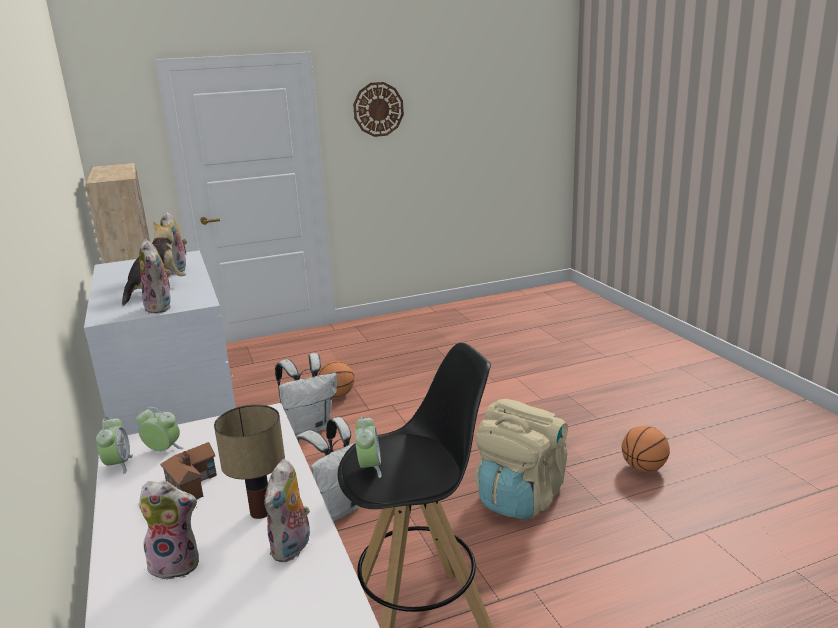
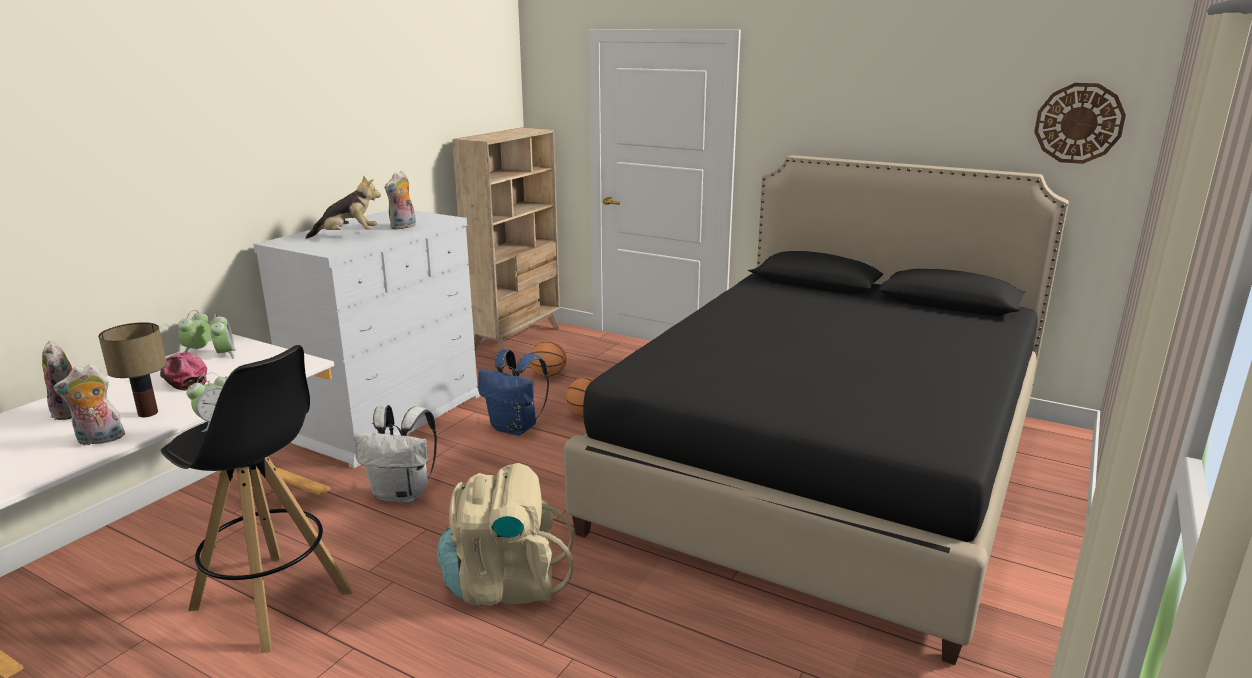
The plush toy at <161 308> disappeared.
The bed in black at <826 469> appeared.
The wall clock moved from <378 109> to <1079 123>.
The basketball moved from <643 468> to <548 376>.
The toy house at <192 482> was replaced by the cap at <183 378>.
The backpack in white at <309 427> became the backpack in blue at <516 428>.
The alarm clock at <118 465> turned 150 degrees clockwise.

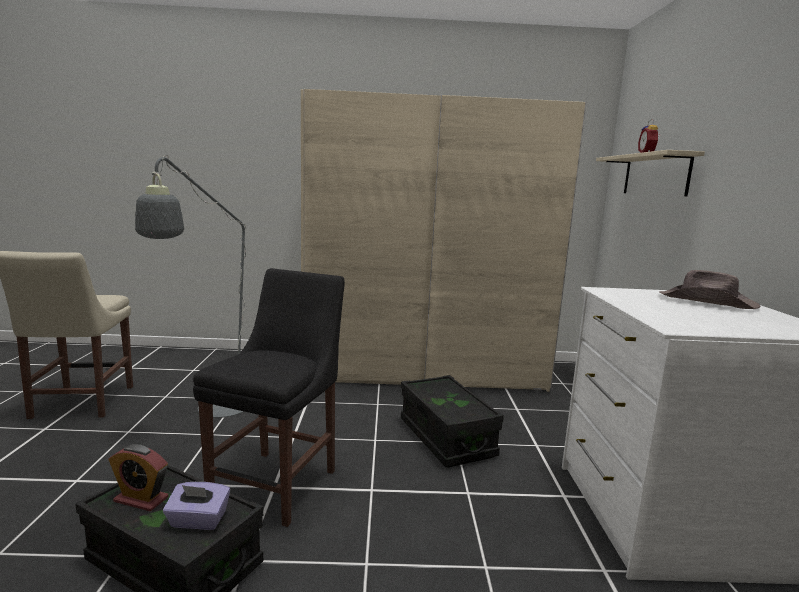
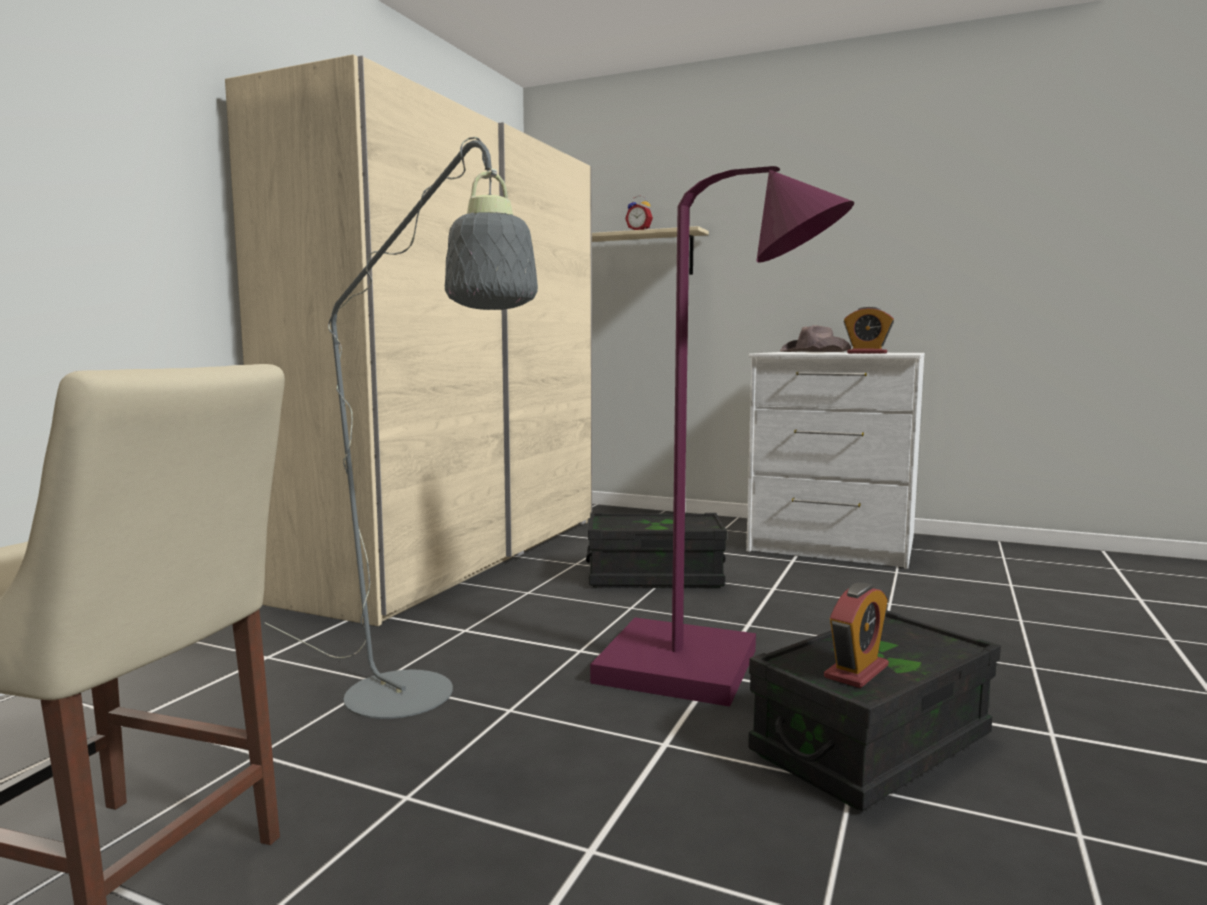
The tissue box in purple at <198 521> disappeared.
The alarm clock at <867 353> appeared.
The chair in black at <278 482> was replaced by the floor lamp in purple at <704 670>.

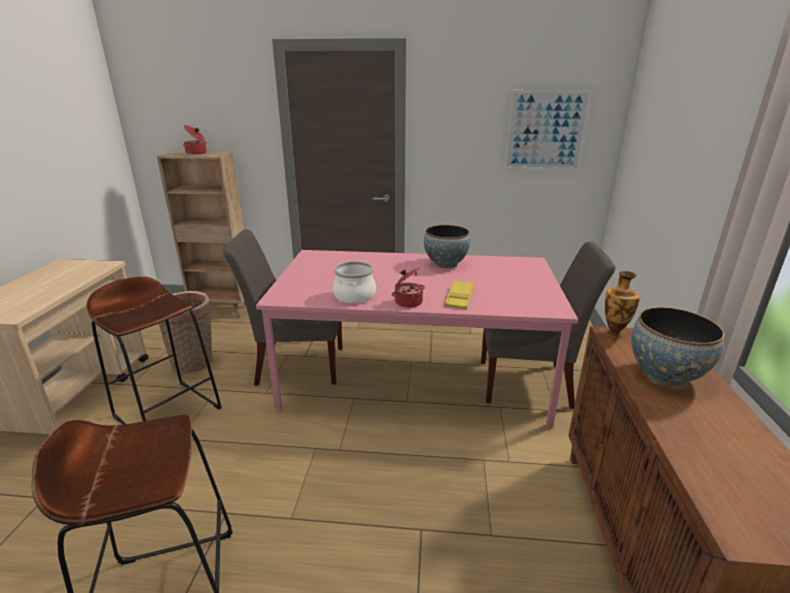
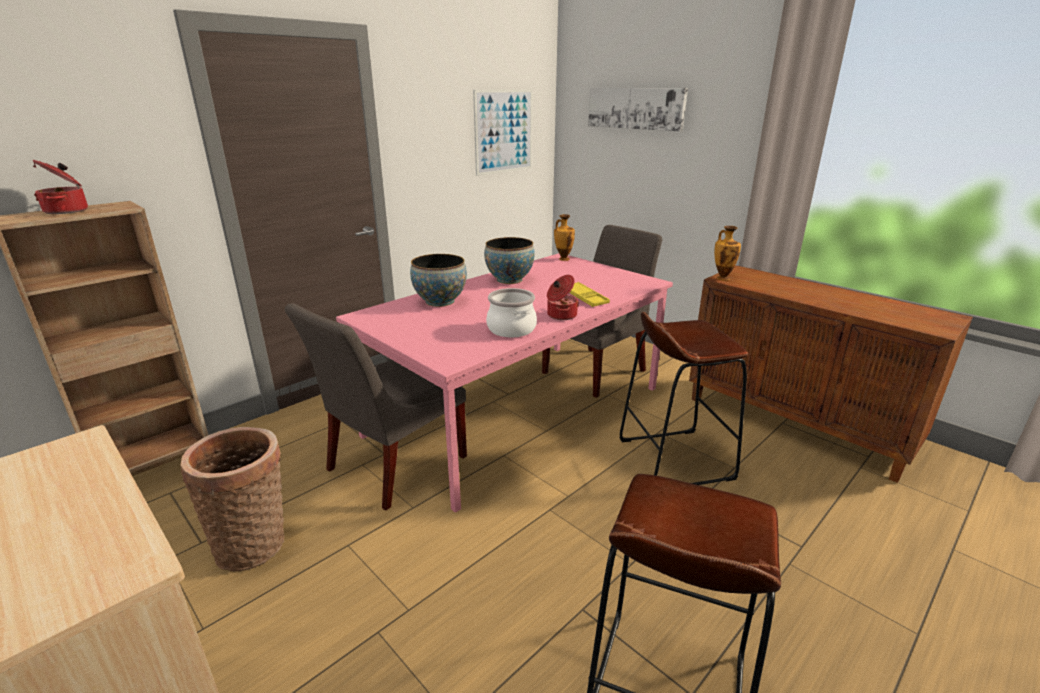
The vase at <563 259> appeared.
The picture at <635 108> appeared.
The stool in brown moved from <168 412> to <674 459>.
The bowl moved from <664 375> to <440 301>.

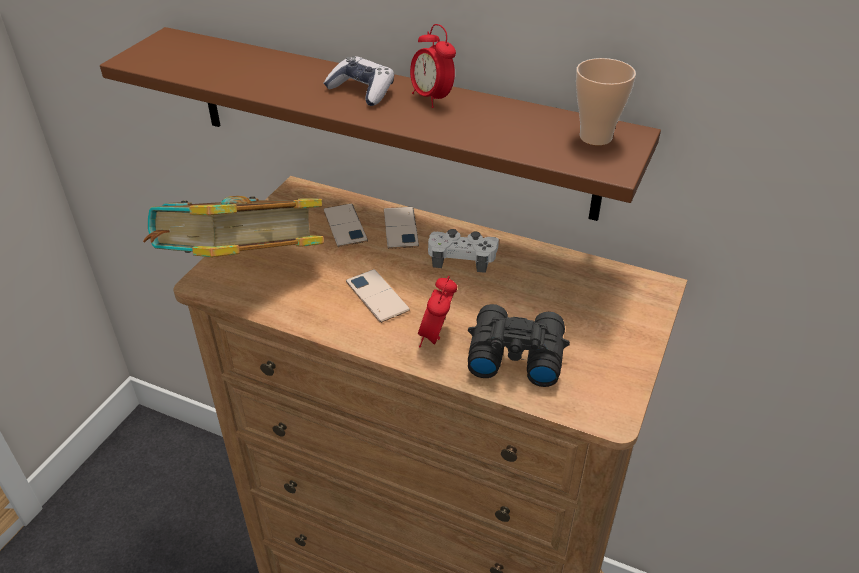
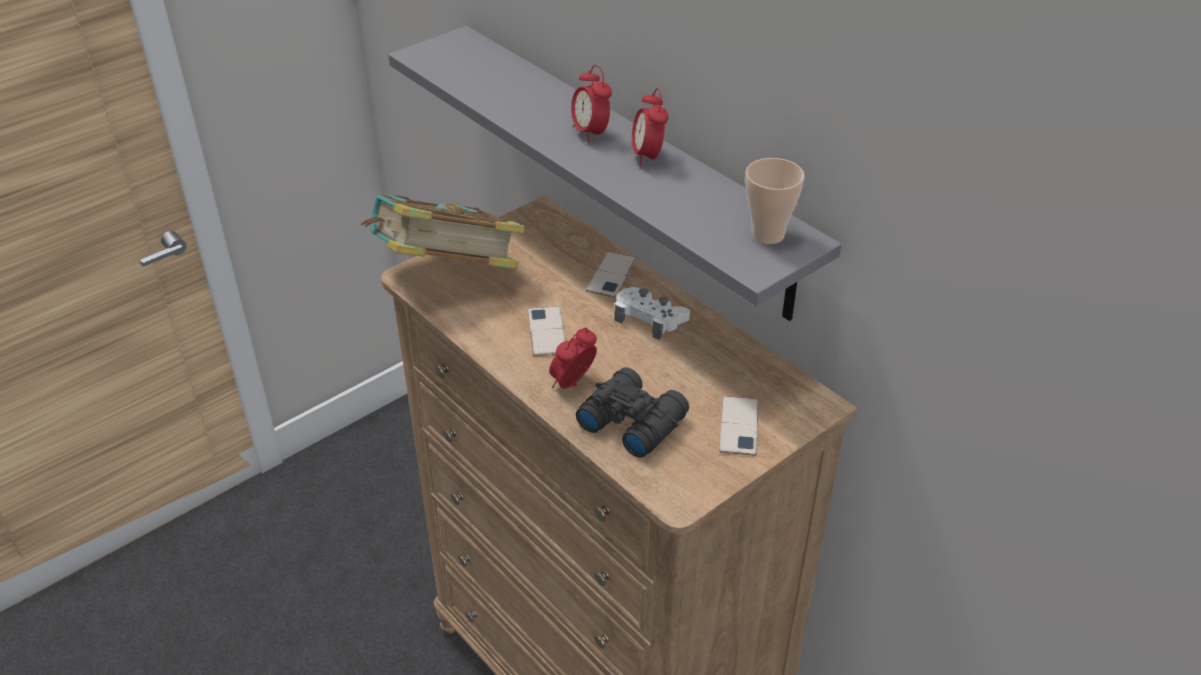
The phone moved from <345 225> to <739 426>.
The game controller at <361 91> was replaced by the alarm clock at <590 133>.
The shelf in brown at <388 122> became the shelf in grey at <628 167>.

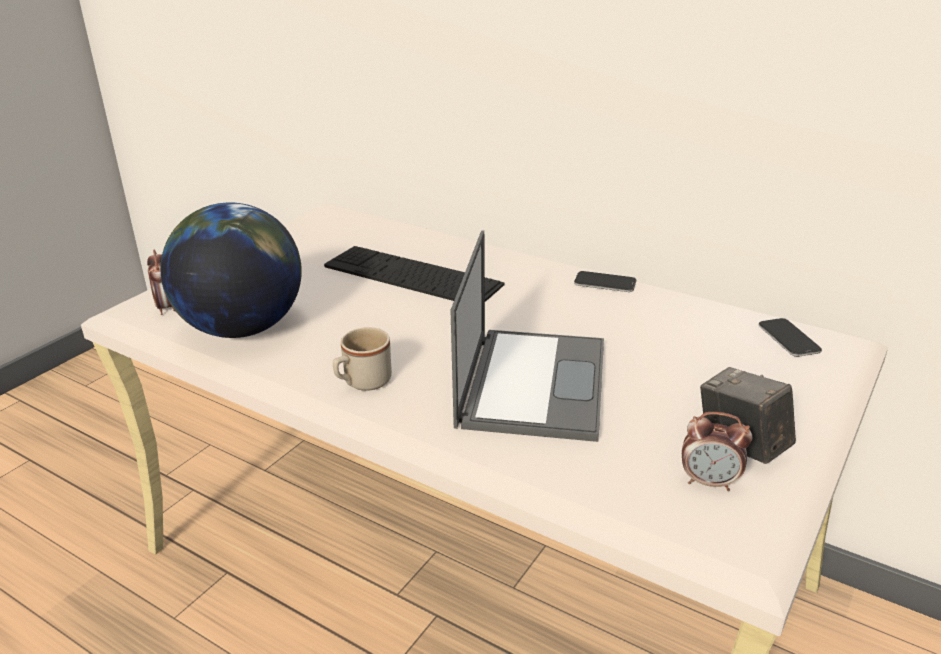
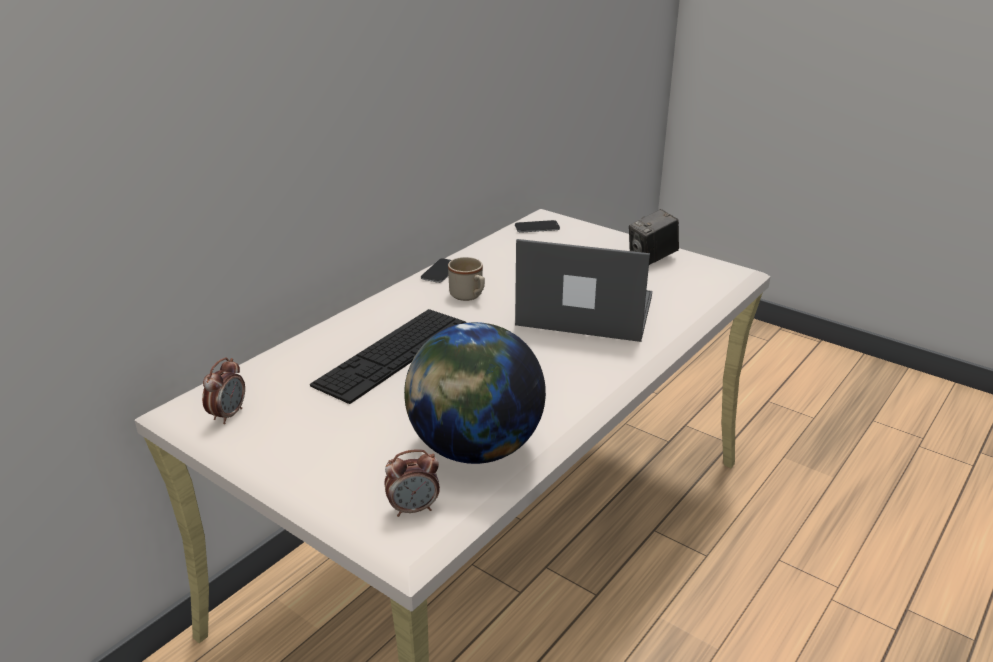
The mug in beige moved from <362 383> to <469 296>.
The alarm clock moved from <709 482> to <228 415>.

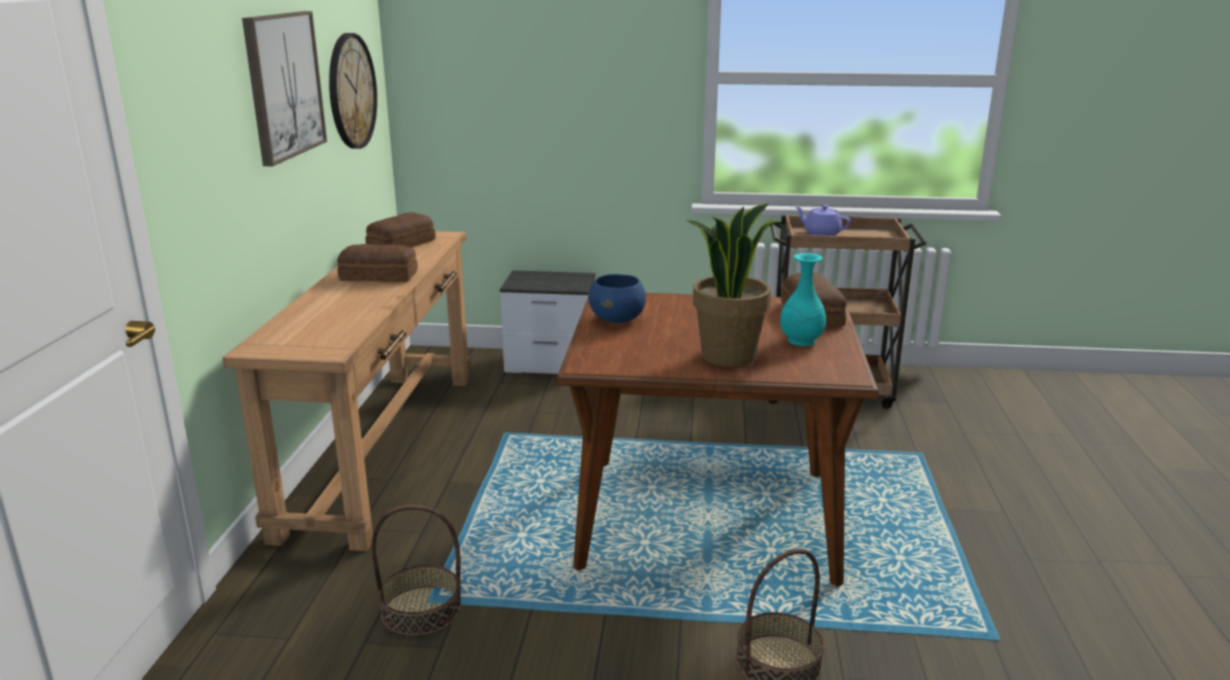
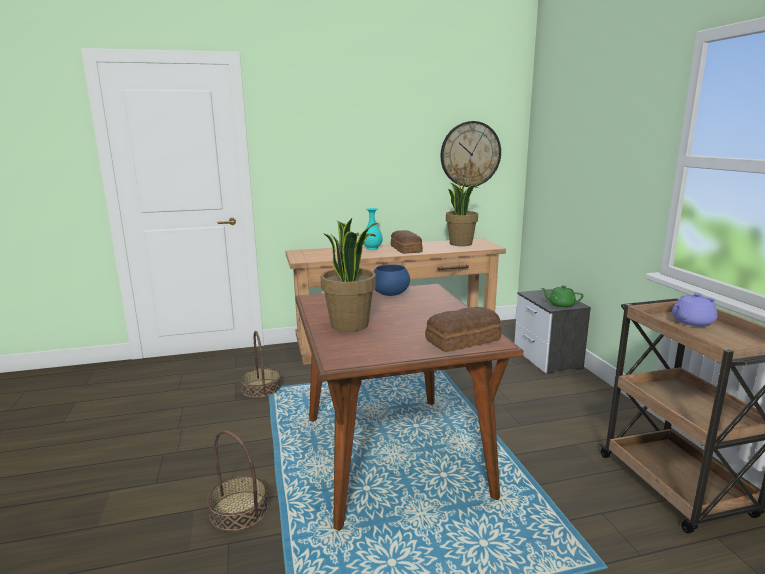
The picture at <283 85> disappeared.
The teapot in green at <560 304> appeared.
The vase in turquoise moved from <800 341> to <372 248>.
The bread at <399 244> was replaced by the potted plant at <461 243>.
The teapot in purple at <821 233> turned 135 degrees counterclockwise.

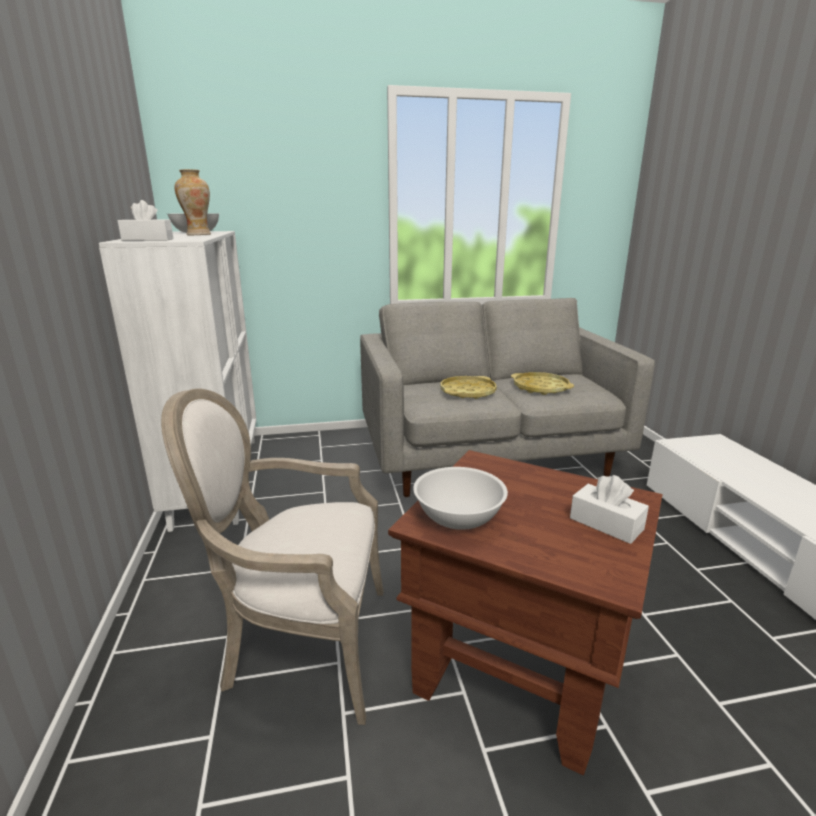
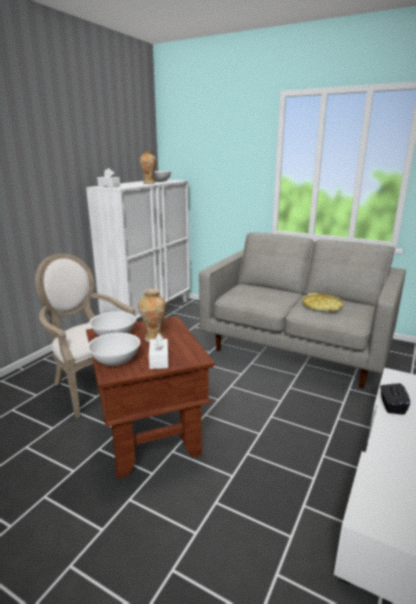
The tray in yellow at <467 392> disappeared.
The bowl in white at <115 360> appeared.
The vase at <154 338> appeared.
The tissue box in black at <392 406> appeared.

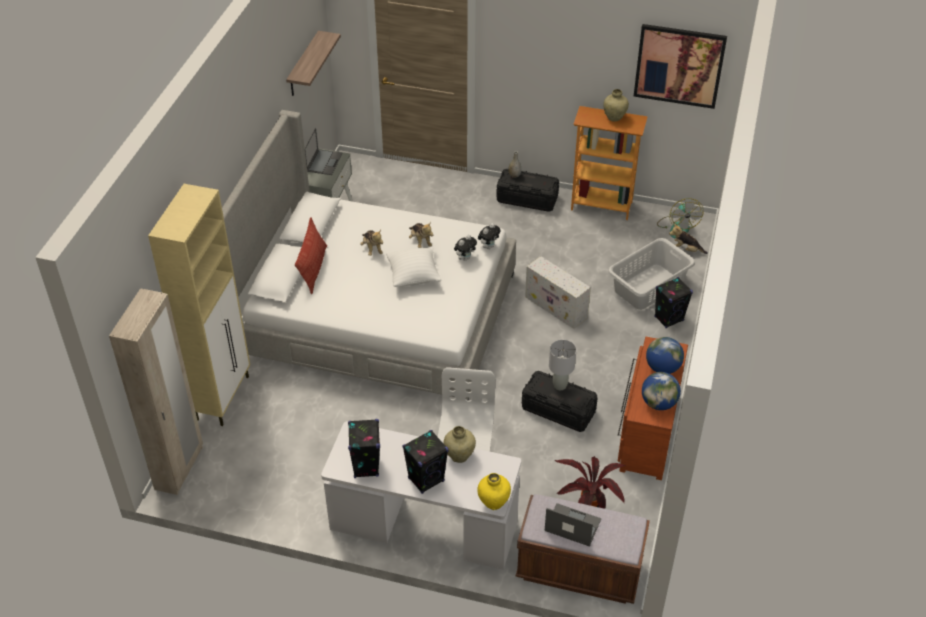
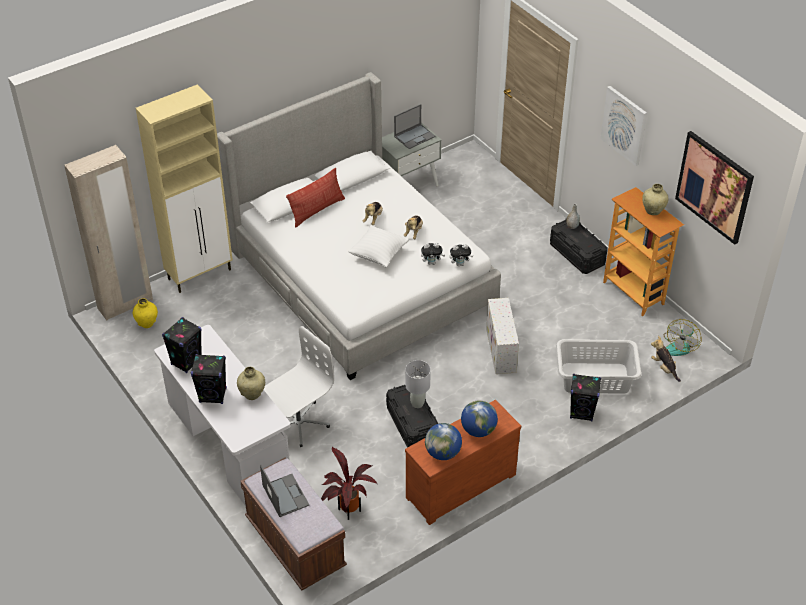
The shelf at <303 65> disappeared.
The picture at <624 125> appeared.
The vase in yellow moved from <493 502> to <147 323>.

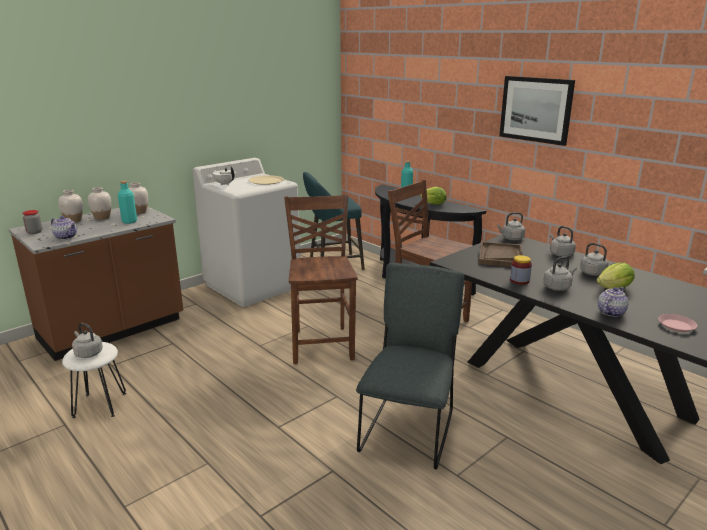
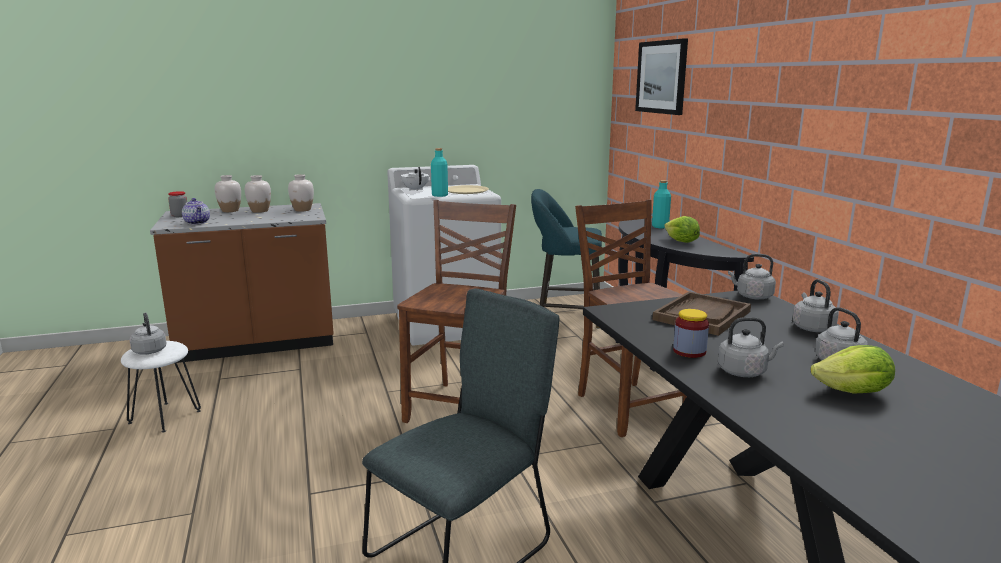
The teapot at <610 312> disappeared.
The plate in pink at <676 325> disappeared.
The bottle in turquoise moved from <129 221> to <439 195>.
The picture moved from <536 109> to <661 77>.

